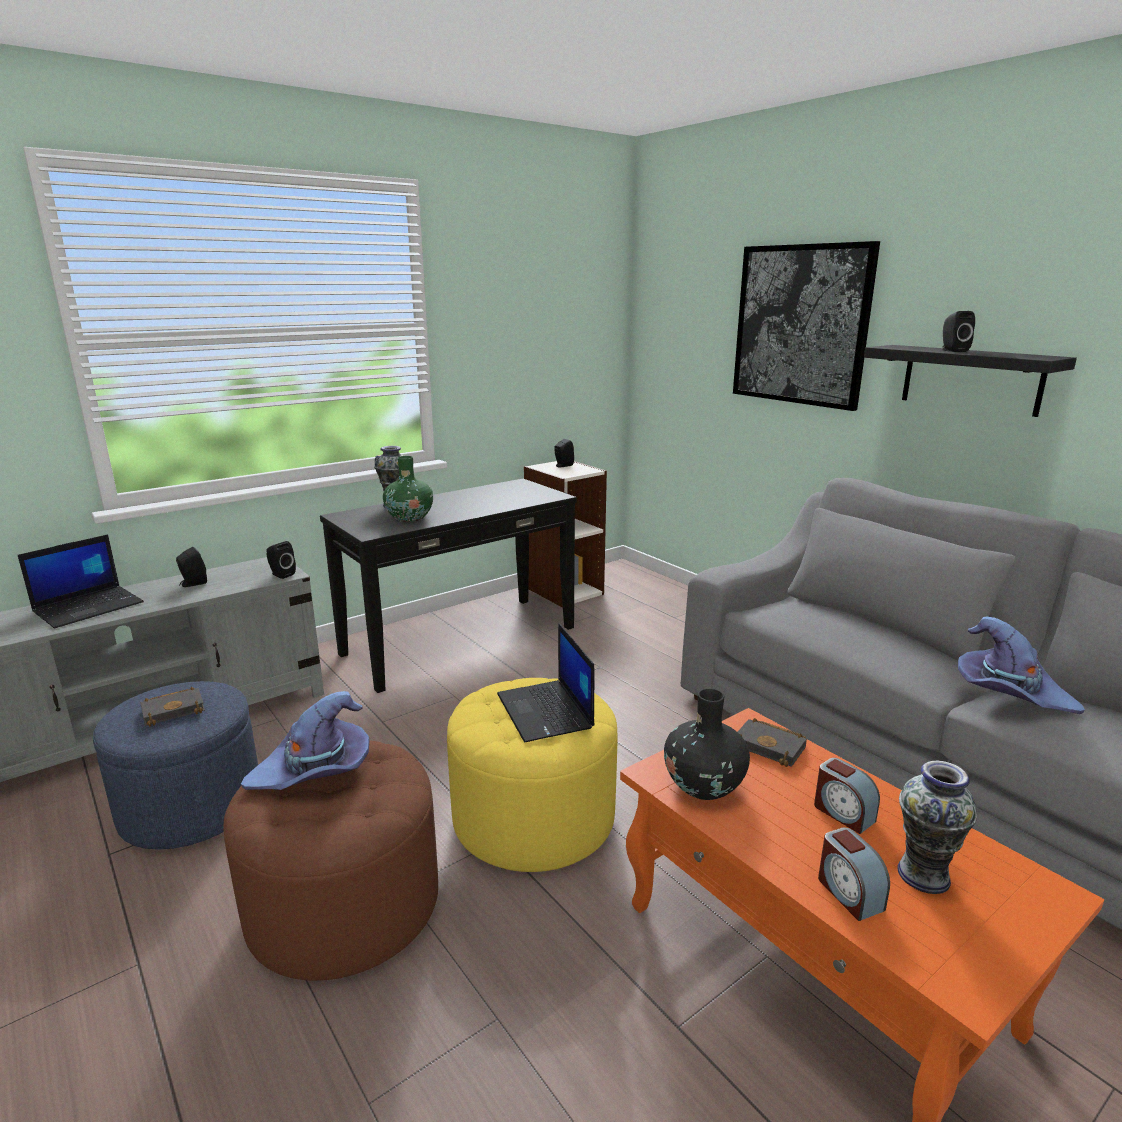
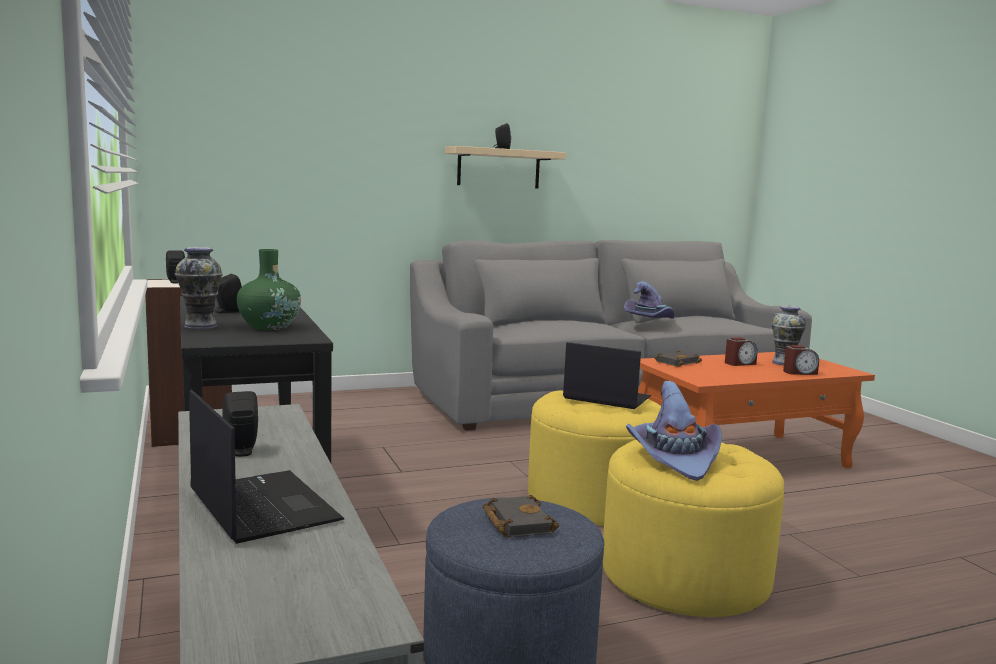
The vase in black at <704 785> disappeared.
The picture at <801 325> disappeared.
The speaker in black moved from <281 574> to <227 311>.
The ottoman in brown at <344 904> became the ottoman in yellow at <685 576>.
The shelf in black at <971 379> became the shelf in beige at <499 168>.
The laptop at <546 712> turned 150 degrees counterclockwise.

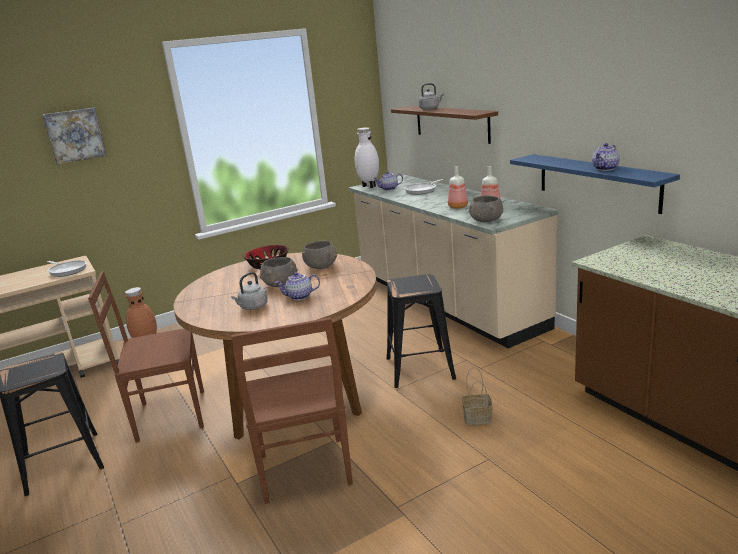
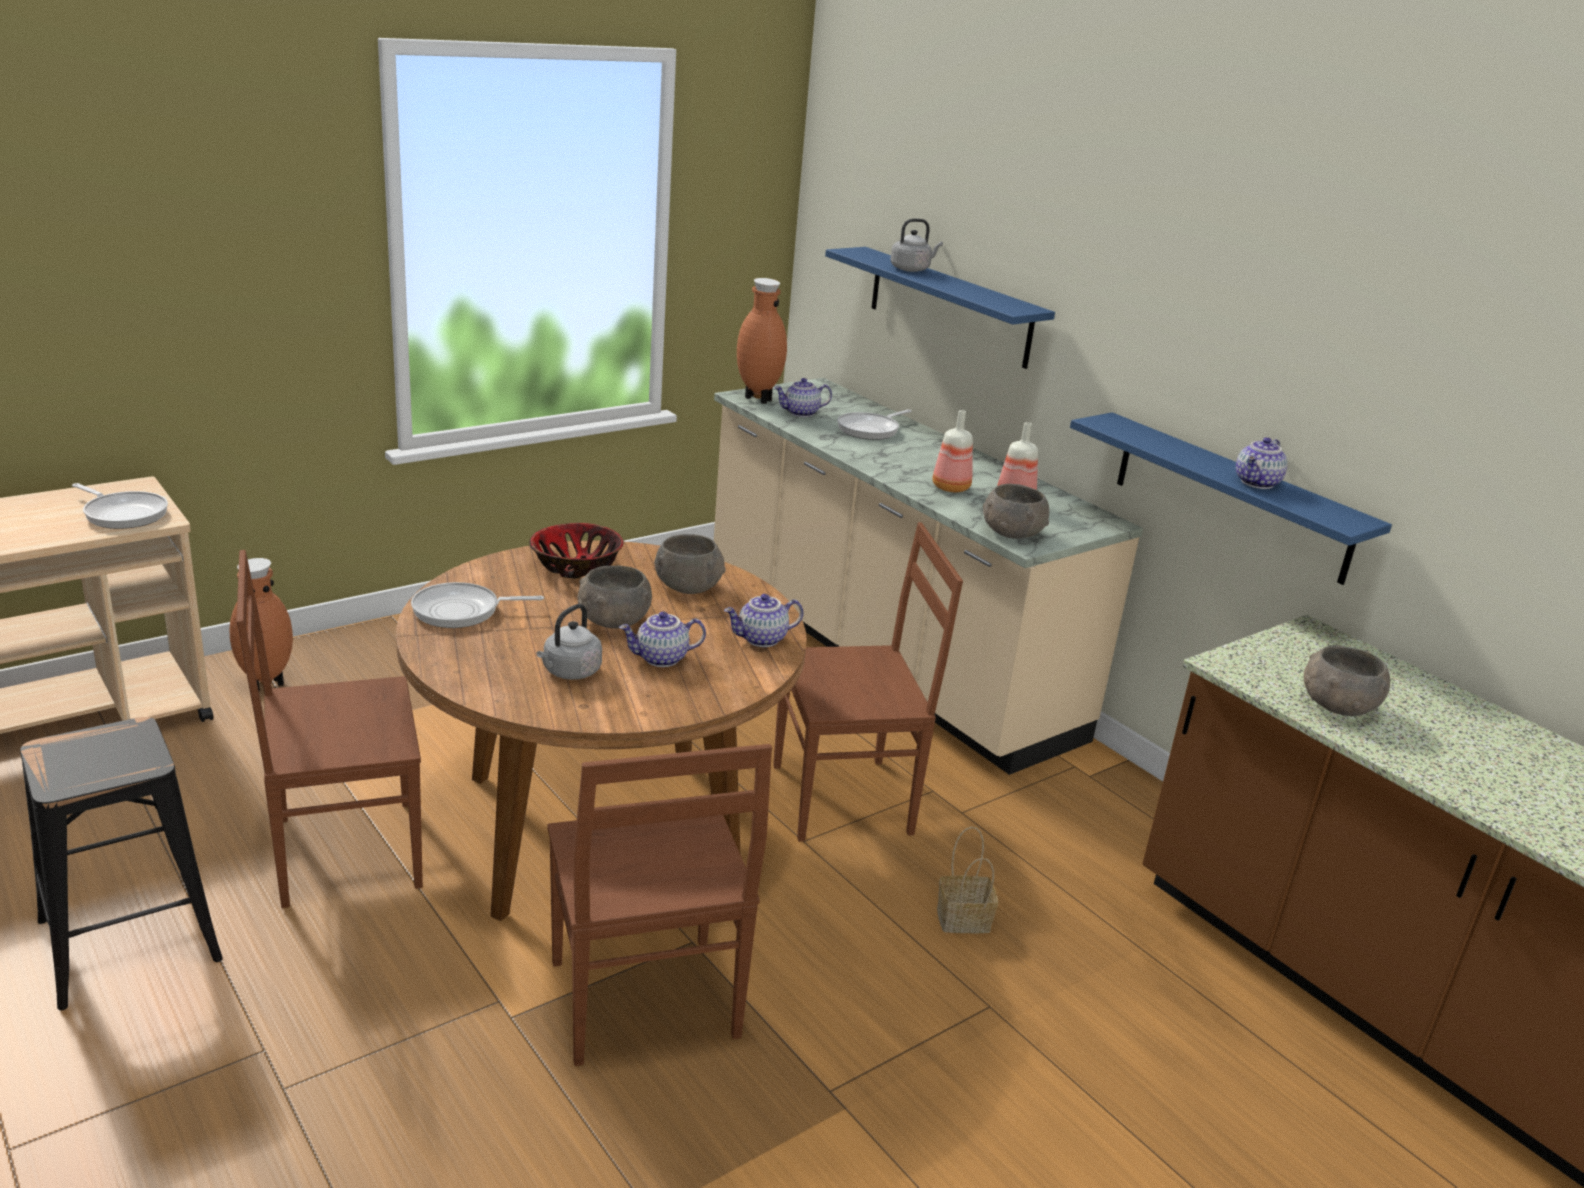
The picture at <75 135> disappeared.
The frying pan at <461 611> appeared.
The teapot at <762 640> appeared.
The bowl in grey at <1337 706> appeared.
The stool in black at <420 368> was replaced by the chair in brown at <846 799>.
The vase in white at <368 186> became the vase in brown at <756 399>.
The shelf in brown at <451 123> became the shelf in blue at <949 306>.

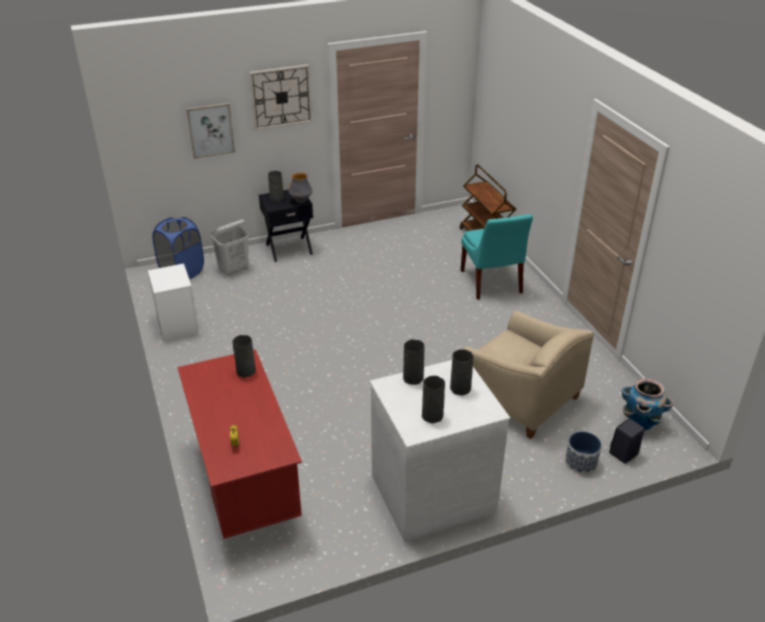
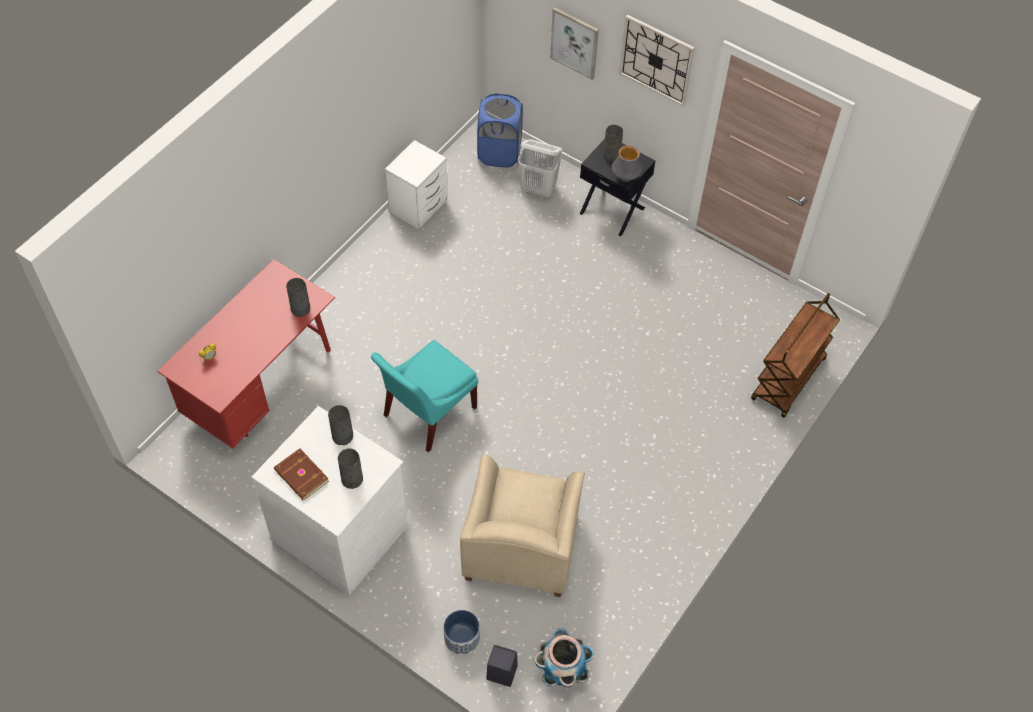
The chair in turquoise moved from <491 283> to <426 413>.
The vase in grey at <433 416> was replaced by the book in brown at <301 476>.

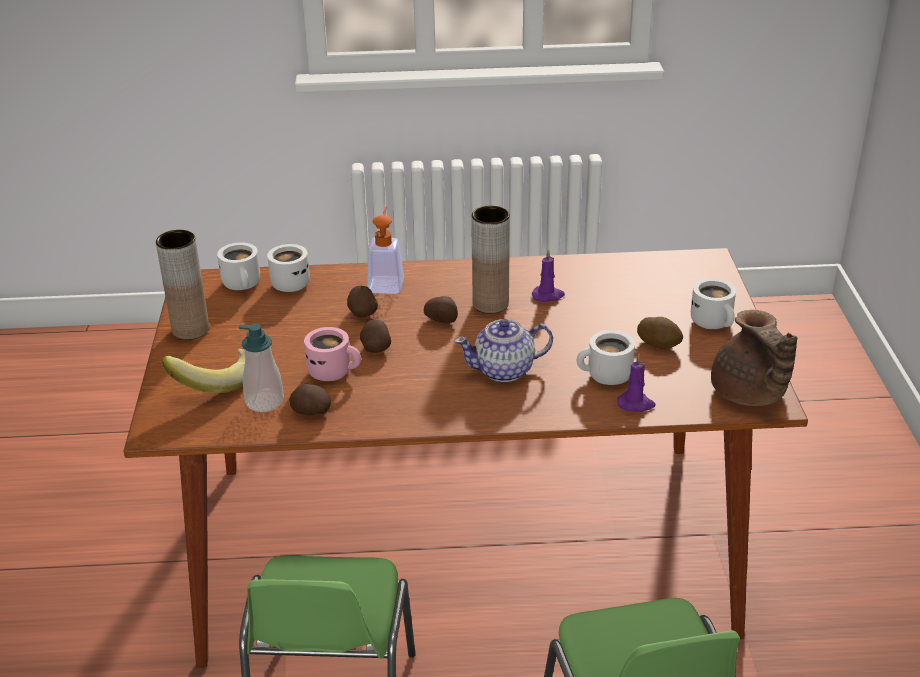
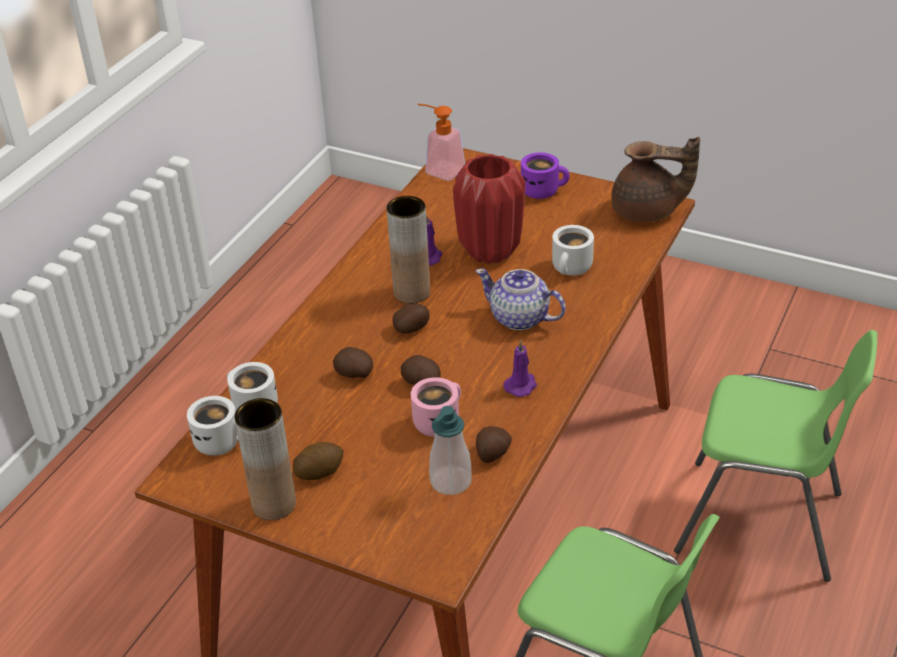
The banana at <213 382> disappeared.
The vase in red at <489 251> appeared.
The soap dispenser moved from <387 282> to <439 169>.
The candle in purple moved from <636 404> to <521 385>.
The potato moved from <659 343> to <319 471>.
The mug in white at <714 322> became the mug in purple at <543 190>.
The teapot at <505 370> turned 105 degrees clockwise.

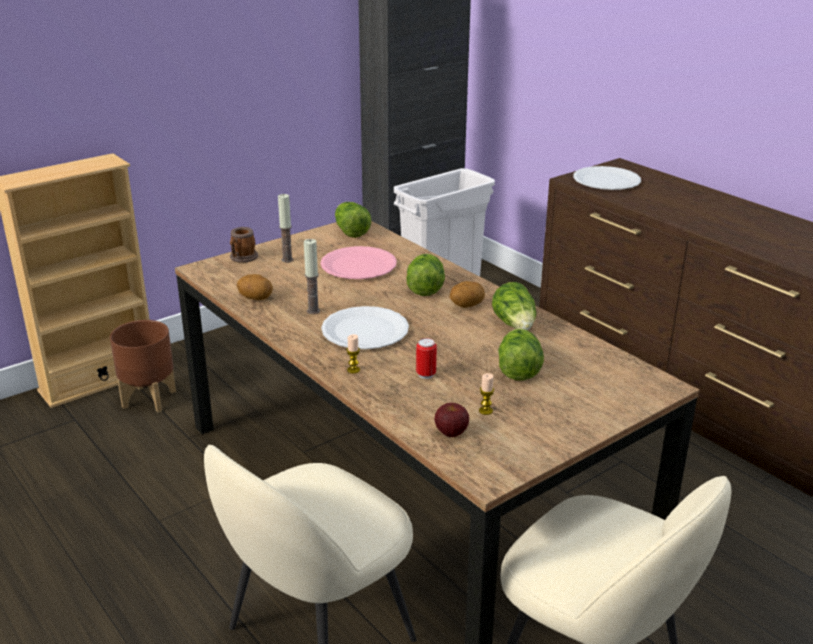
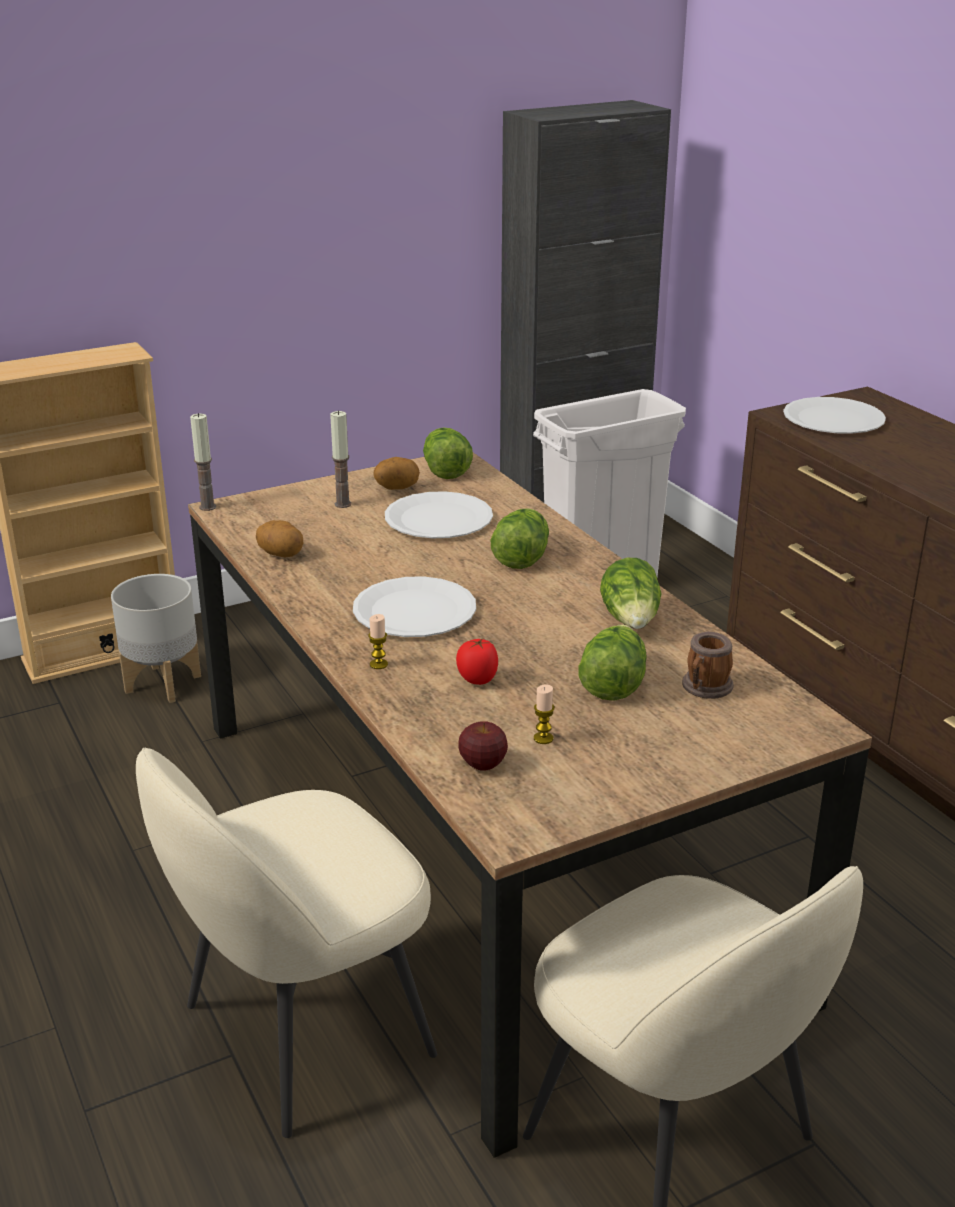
The mug moved from <242 258> to <705 688>.
The candle moved from <313 311> to <207 507>.
The potato moved from <466 306> to <397 488>.
The can at <426 374> was replaced by the tomato at <477 680>.
The planter in brown at <149 399> became the planter in grey at <163 684>.
The plate in pink at <359 265> became the plate in white at <439 519>.

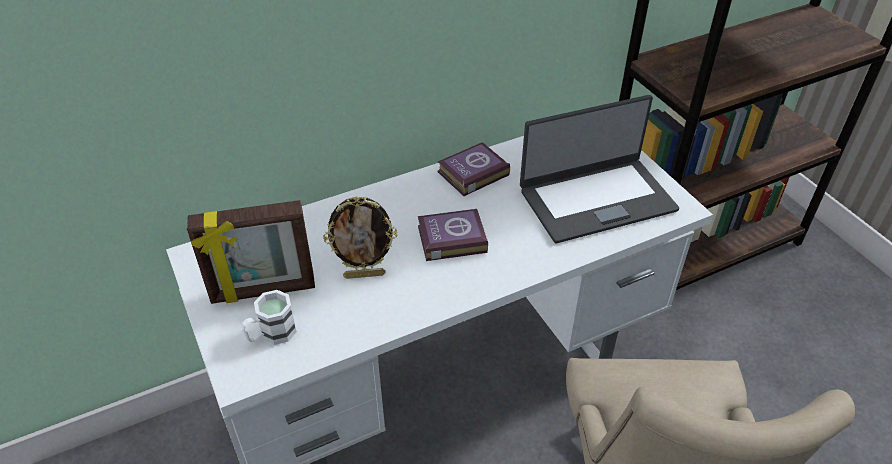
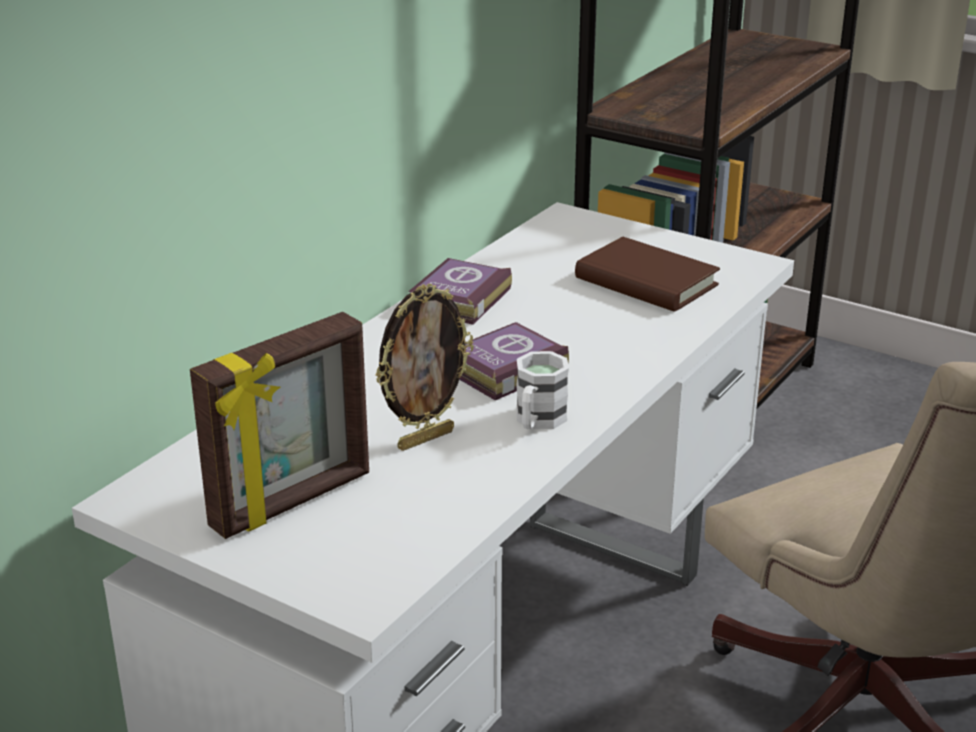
The mug in white moved from <271 334> to <537 422>.
The laptop at <596 199> was replaced by the book in brown at <646 282>.

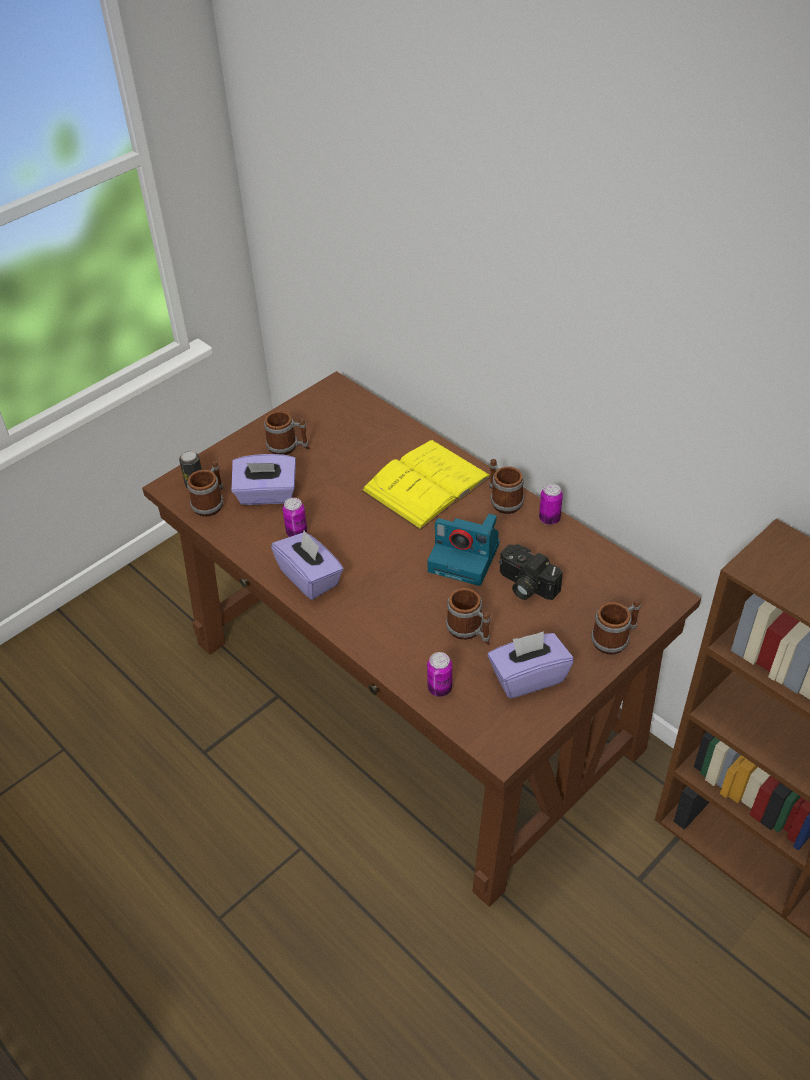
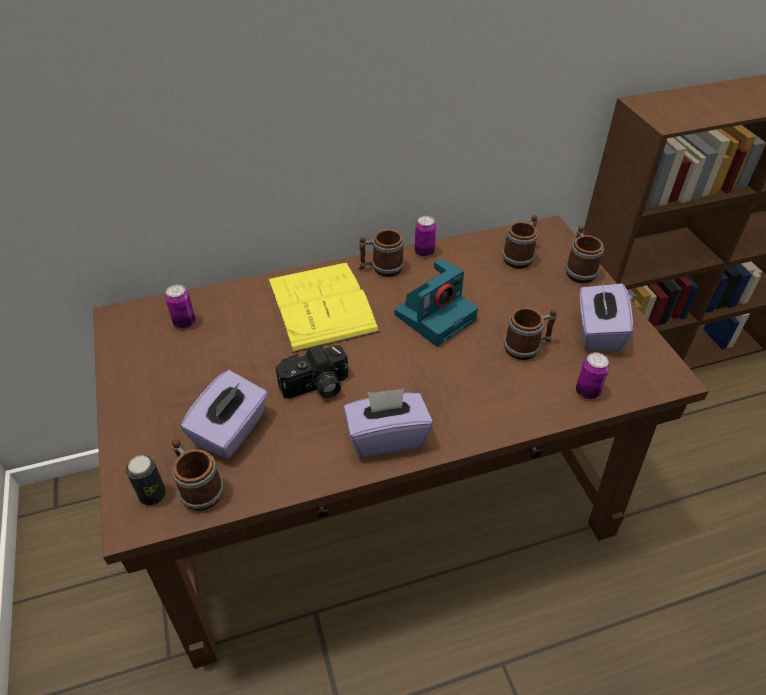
The mug moved from <288 447> to <520 256>.
The can moved from <296 532> to <184 322>.
The photo camera moved from <525 585> to <316 387>.

